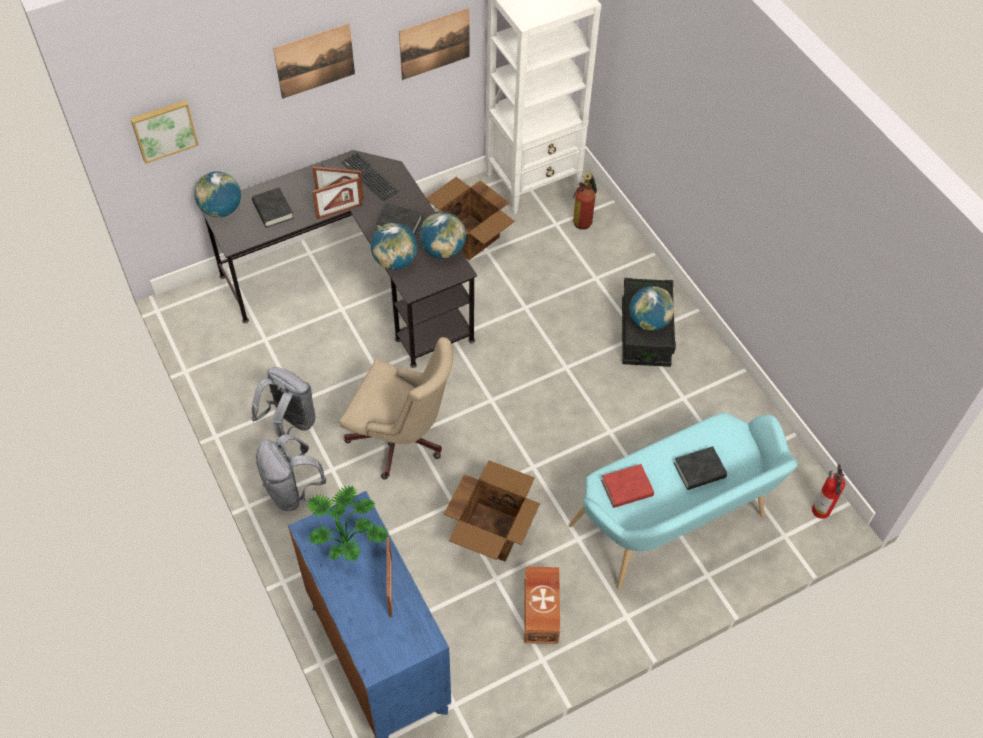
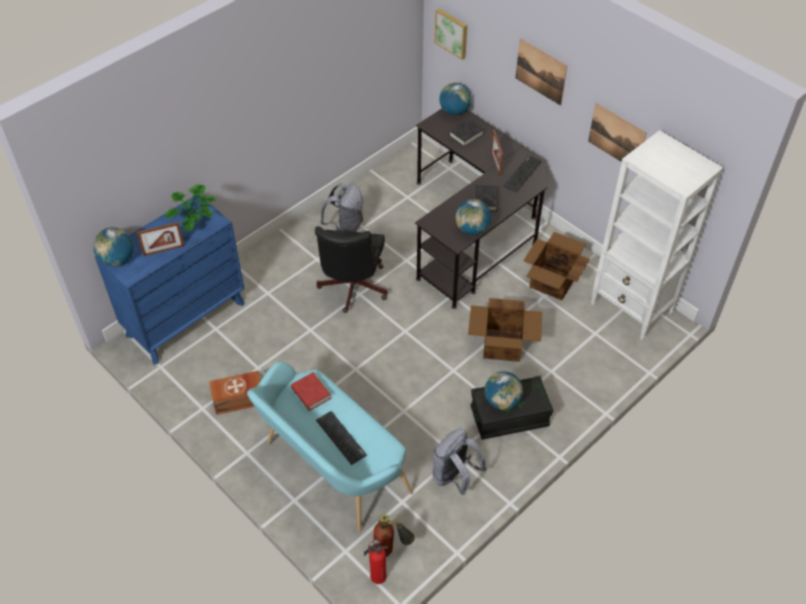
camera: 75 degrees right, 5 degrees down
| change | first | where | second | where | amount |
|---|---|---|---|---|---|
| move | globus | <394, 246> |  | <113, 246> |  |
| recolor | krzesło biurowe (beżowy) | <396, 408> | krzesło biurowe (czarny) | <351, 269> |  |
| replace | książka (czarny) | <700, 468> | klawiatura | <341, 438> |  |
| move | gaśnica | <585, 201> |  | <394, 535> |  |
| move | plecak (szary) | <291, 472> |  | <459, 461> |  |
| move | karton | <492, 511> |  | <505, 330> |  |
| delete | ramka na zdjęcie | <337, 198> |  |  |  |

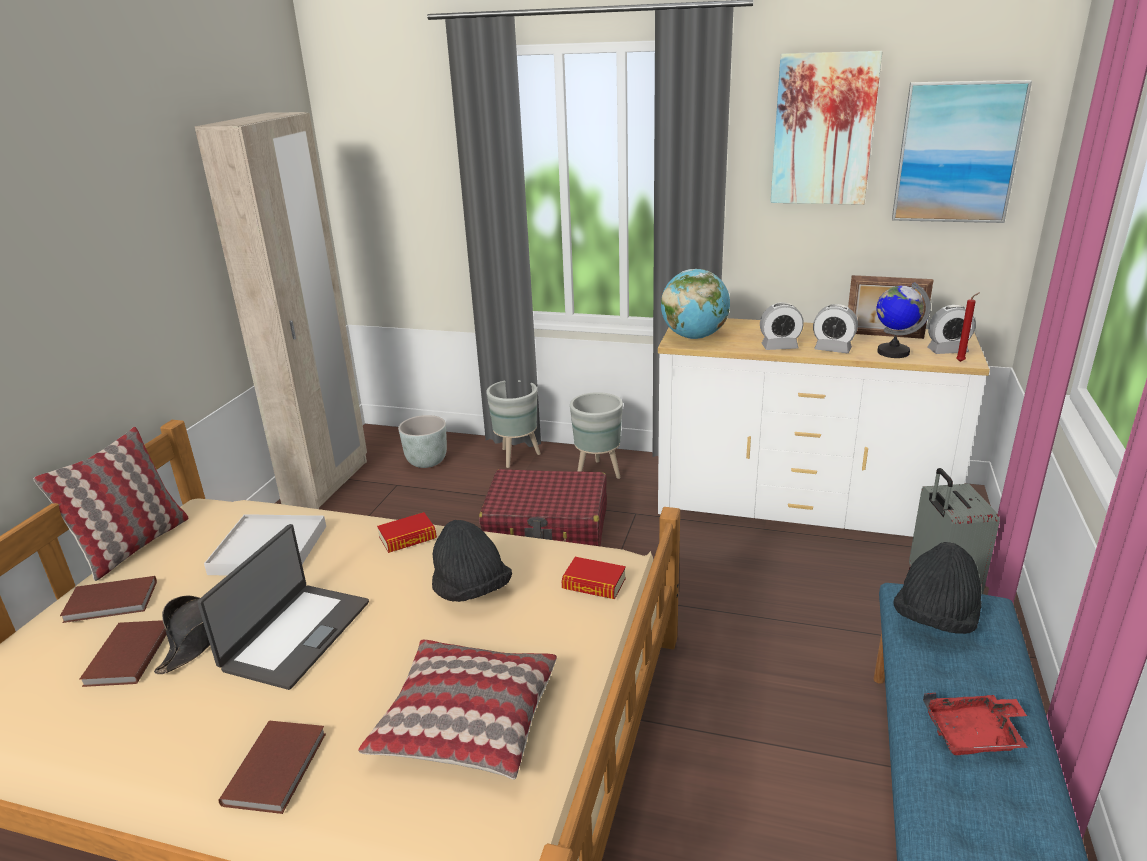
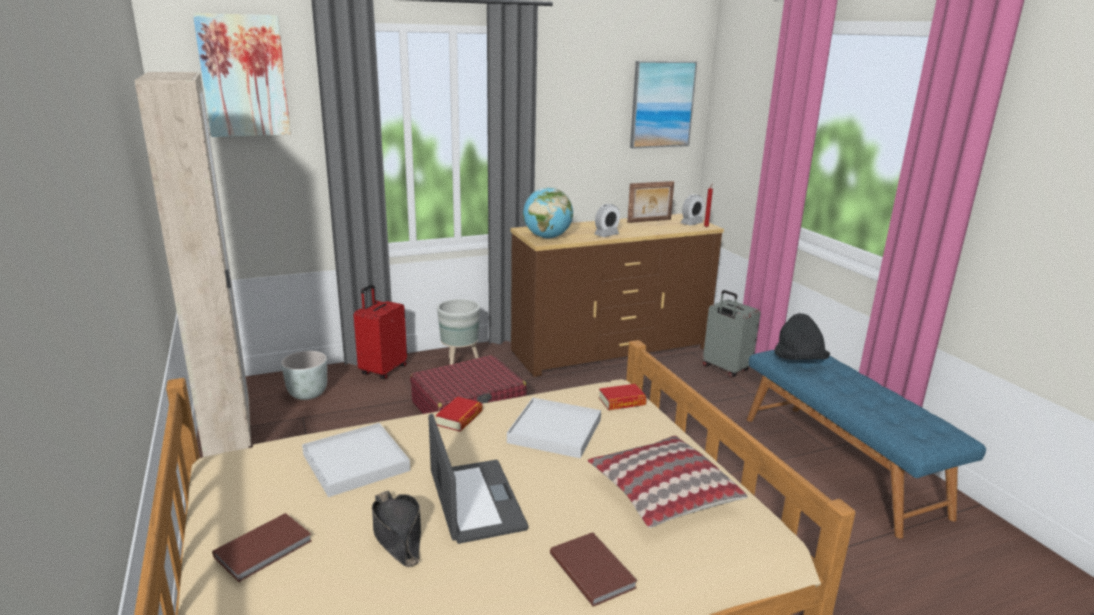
camera: 40 degrees left, 5 degrees down
| change | first | where | second | where | amount |
|---|---|---|---|---|---|
| move | obraz | <826, 128> |  | <242, 75> |  |
| replace | donica (szary) | <513, 424> | walizka (czerwony) | <380, 332> |  |
| replace | kapelusz (czarny) | <472, 561> | taca (biały) | <554, 428> |  |
| recolor | komoda (biały) | <824, 427> | komoda (brązowy) | <617, 295> |  |
| delete | poduszka | <111, 504> |  |  |  |
| delete | książka (brązowy) | <123, 653> |  |  |  |
| delete | budzik | <835, 328> |  |  |  |
| delete | globus | <904, 320> |  |  |  |
| delete | taca (czerwony) | <975, 724> |  |  |  |

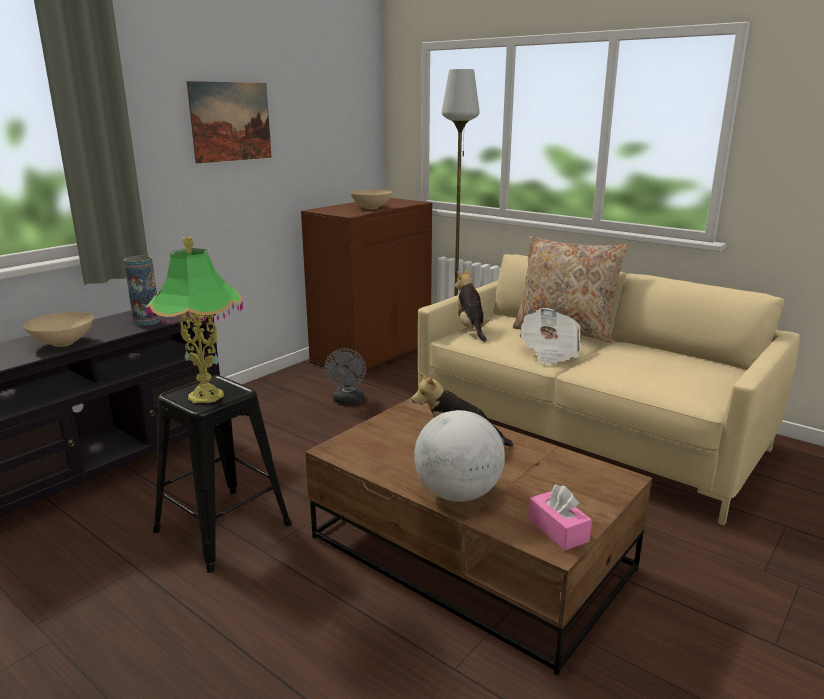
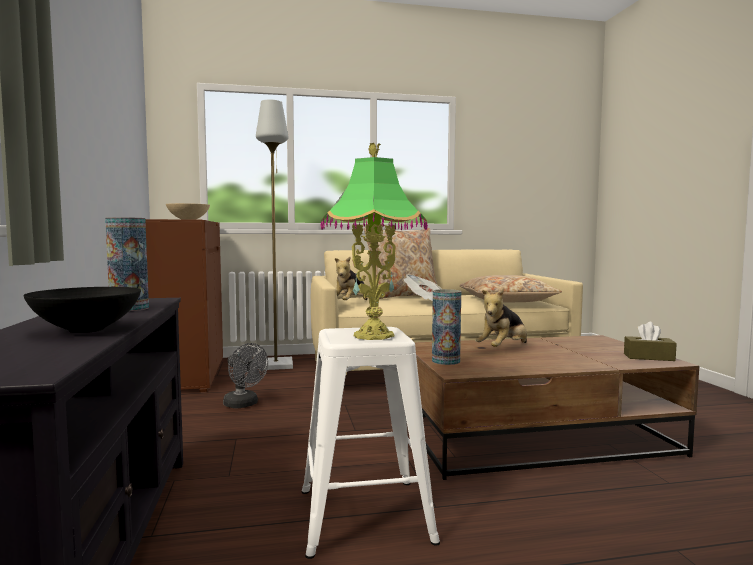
camera: 50 degrees left, 15 degrees down
| change | first | where | second | where | amount |
|---|---|---|---|---|---|
| recolor | miska (beżowy) | <58, 329> | miska (czarny) | <82, 310> |  |
| recolor | stołek (czarny) | <222, 474> | stołek (biały) | <370, 443> |  |
| rotate | pluszak | <473, 305> |  | <351, 278> | 90 degrees counterclockwise |
| insert |  |  | wazon | <446, 327> |  |
| insert |  |  | poduszka (beżowy) | <510, 288> |  |
| recolor | pudełko chusteczek (różowy) | <560, 517> | pudełko chusteczek (brązowy) | <650, 341> |  |
| delete | obraz | <229, 122> |  |  |  |
| delete | globus | <459, 456> |  |  |  |

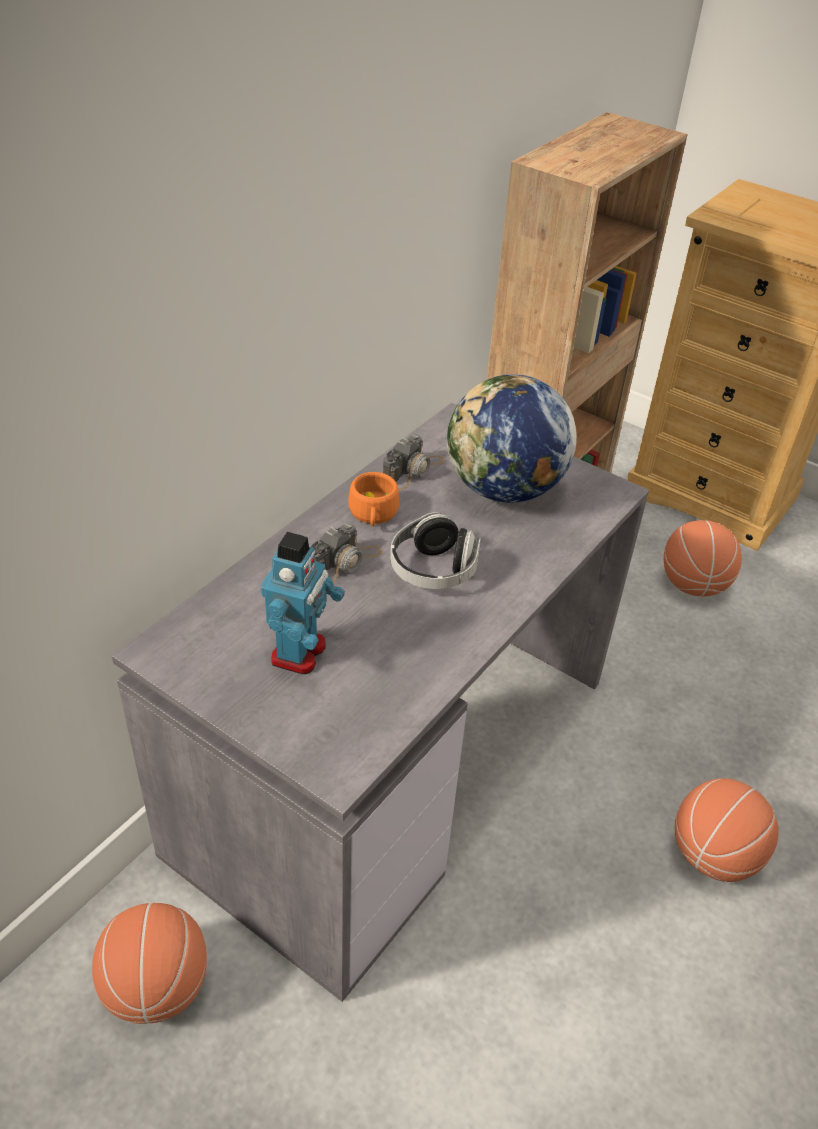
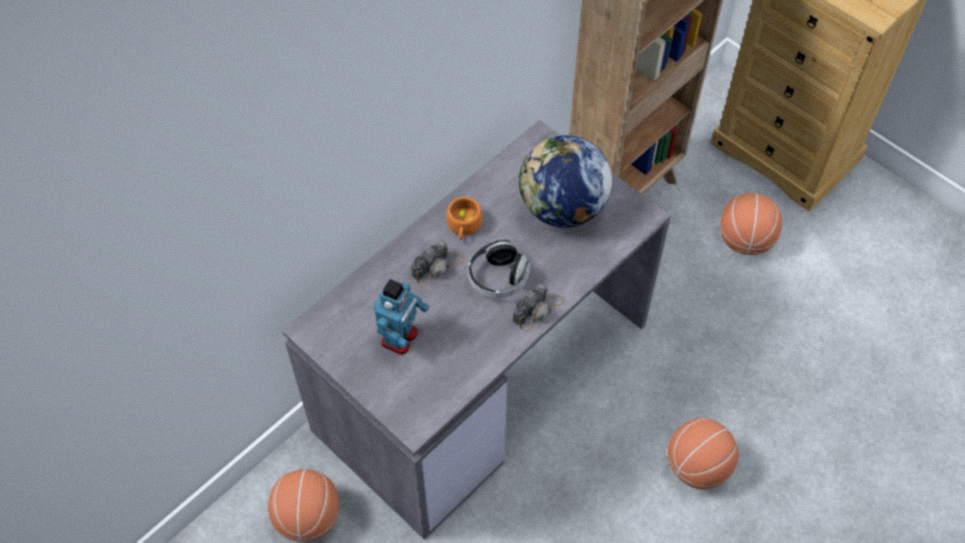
camera: 10 degrees right, 15 degrees up
| change | first | where | second | where | amount |
|---|---|---|---|---|---|
| move | aparat fotograficzny | <414, 462> |  | <539, 307> |  |

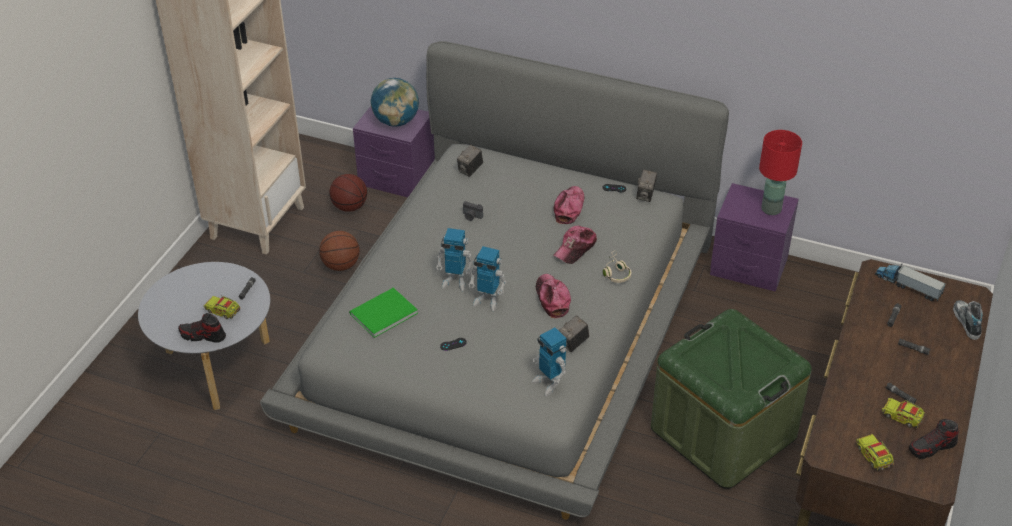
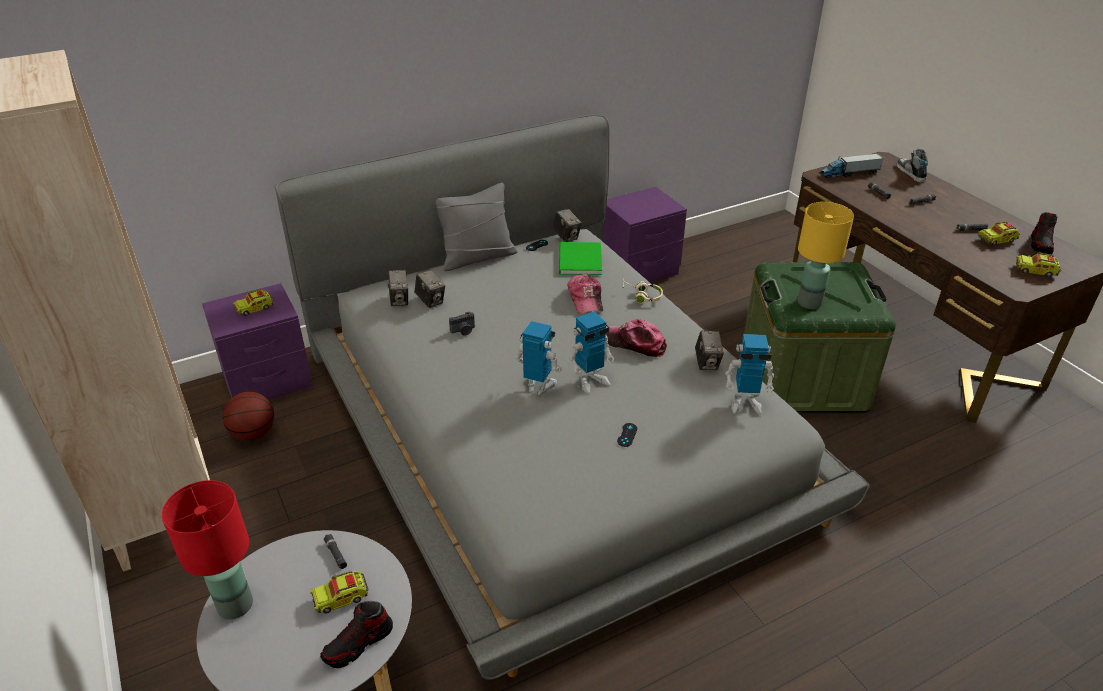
camera: 50 degrees left, 5 degrees down
| change | first | where | second | where | amount |
|---|---|---|---|---|---|
| move | lampa stołowa (czerwony) | <780, 172> |  | <207, 549> |  |
| replace | globus | <394, 102> | ciężarówka zabawkowa | <253, 302> |  |
| insert |  |  | aparat fotograficzny | <430, 289> |  |
| insert |  |  | poduszka (szary) | <476, 227> |  |
| rotate | robot zabawkowy | <455, 259> |  | <539, 358> | 120 degrees counterclockwise |
| move | książka (zielony) | <383, 313> |  | <580, 258> |  |
| insert |  |  | lampa stołowa (żółty) | <826, 255> |  |
| rotate | but | <968, 320> |  | <912, 166> | 45 degrees clockwise |
| delete | piłka do koszykówki | <339, 251> |  |  |  |
| delete | czapka z daszkiem | <569, 205> |  |  |  |

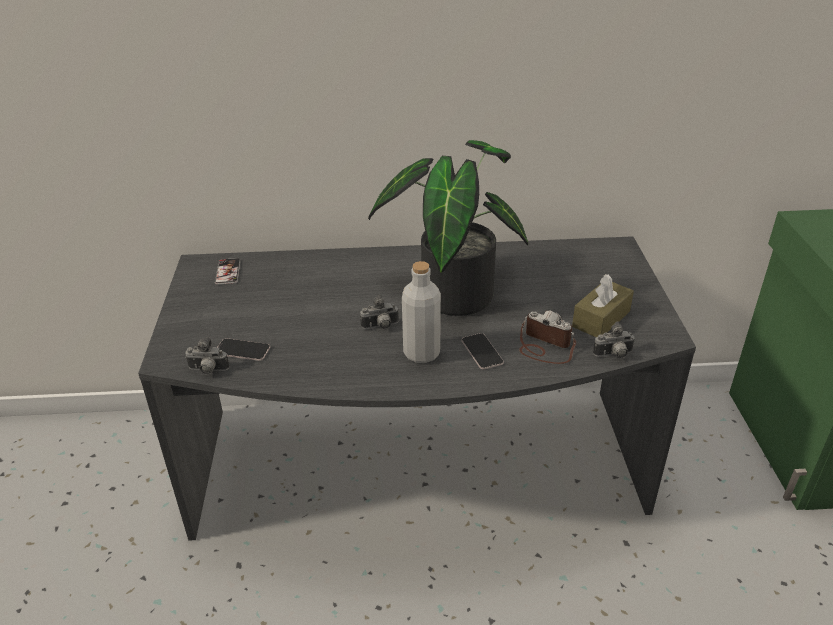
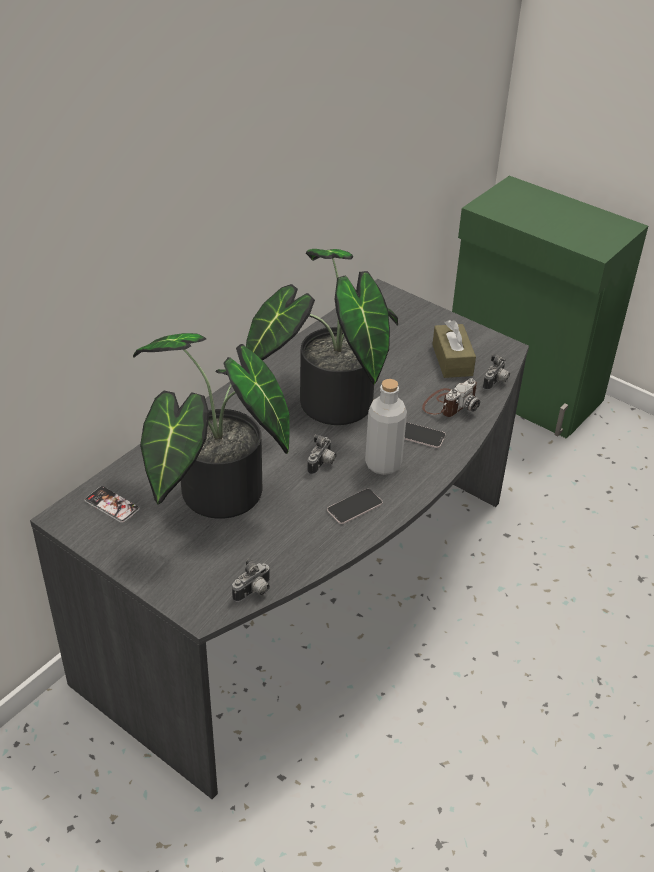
camera: 50 degrees left, 5 degrees up
| change | first | where | second | where | amount |
|---|---|---|---|---|---|
| insert |  |  | roślina doniczkowa | <211, 426> |  |
| move | telefon | <243, 349> |  | <355, 506> |  |
| rotate | aparat fotograficzny | <547, 337> |  | <451, 397> | 150 degrees clockwise |

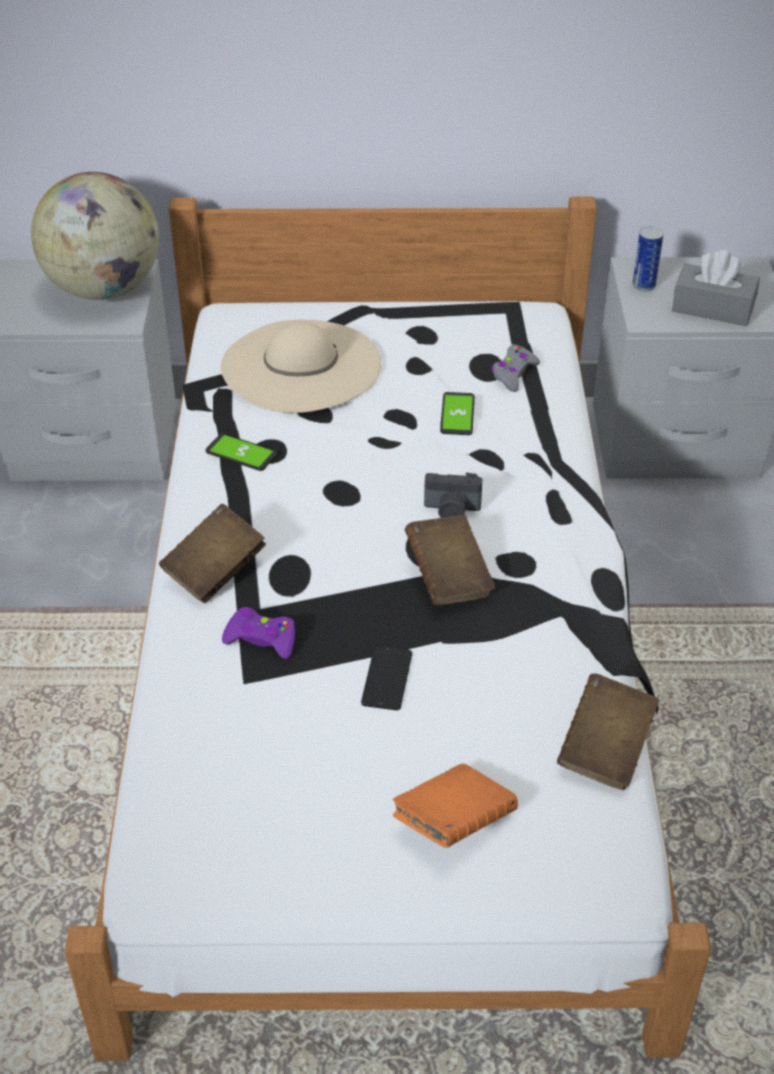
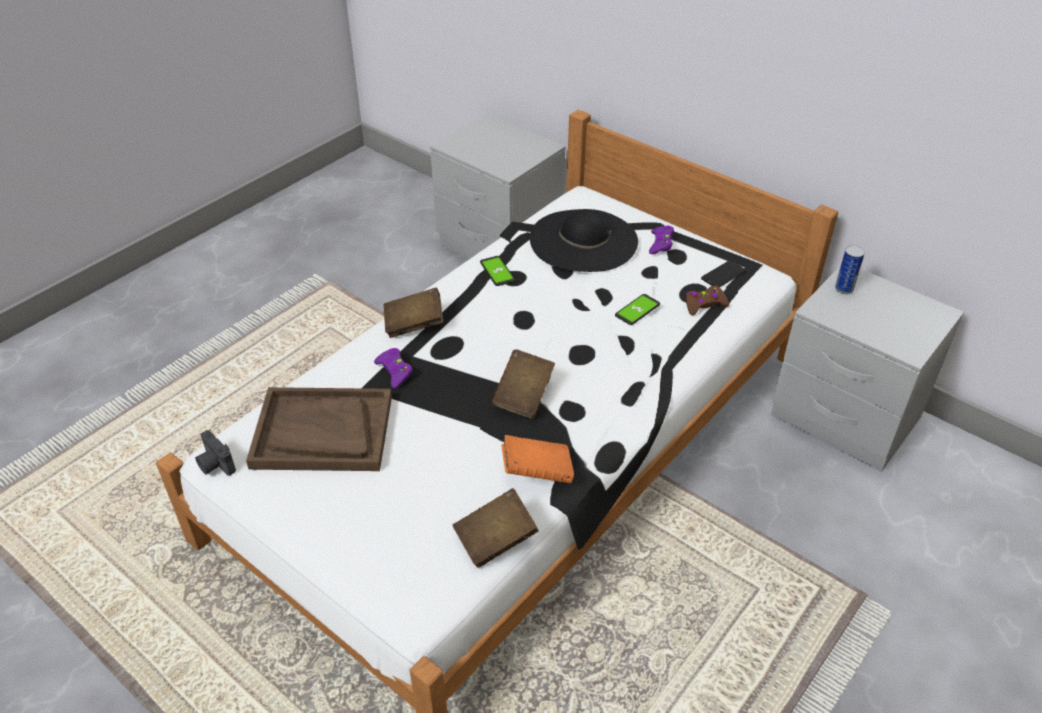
camera: 40 degrees right, 0 degrees up
| change | first | where | second | where | amount |
|---|---|---|---|---|---|
| move | aparat fotograficzny | <453, 495> |  | <215, 453> |  |
| insert |  |  | taca (brązowy) | <319, 429> |  |
| move | książka (pomarańczowy) | <455, 806> |  | <537, 459> |  |
| recolor | kapelusz (beżowy) | <301, 366> | kapelusz (czarny) | <584, 240> |  |
| insert |  |  | pad do gier (fioletowy) | <661, 239> |  |
| recolor | pad do gier (szary) | <515, 368> | pad do gier (brązowy) | <707, 300> |  |
| move | telefon | <386, 678> |  | <723, 274> |  |
| delete | globus | <95, 236> |  |  |  |
| delete | pudełko chusteczek (szary) | <716, 288> |  |  |  |

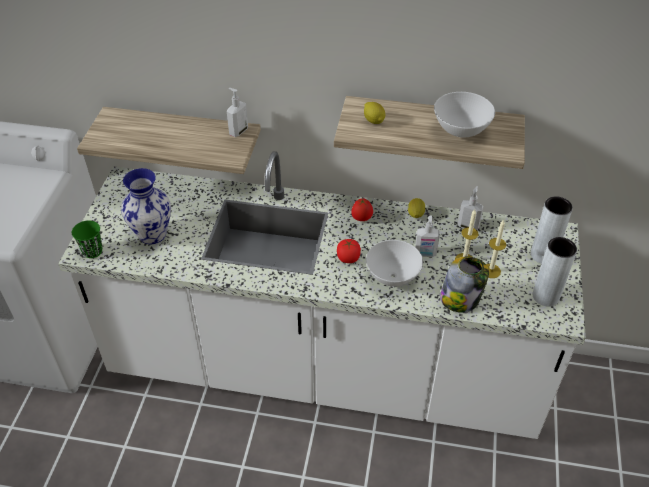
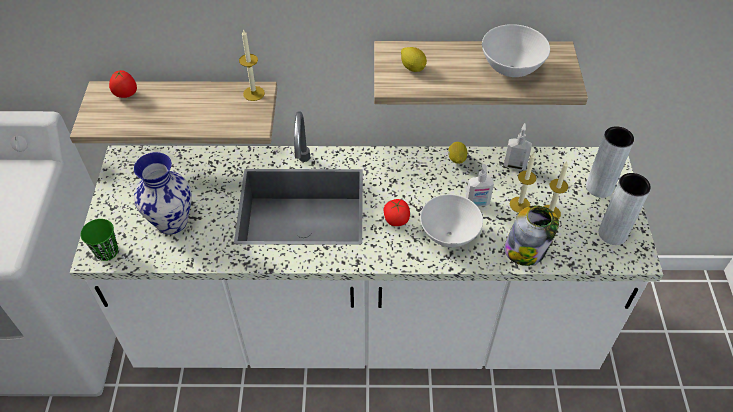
camera: 10 degrees left, 5 degrees up
| change | first | where | second | where | amount |
|---|---|---|---|---|---|
| move | pomidor | <362, 209> |  | <123, 84> |  |
| replace | dozownik mydła | <237, 112> | świeca | <252, 65> |  |

